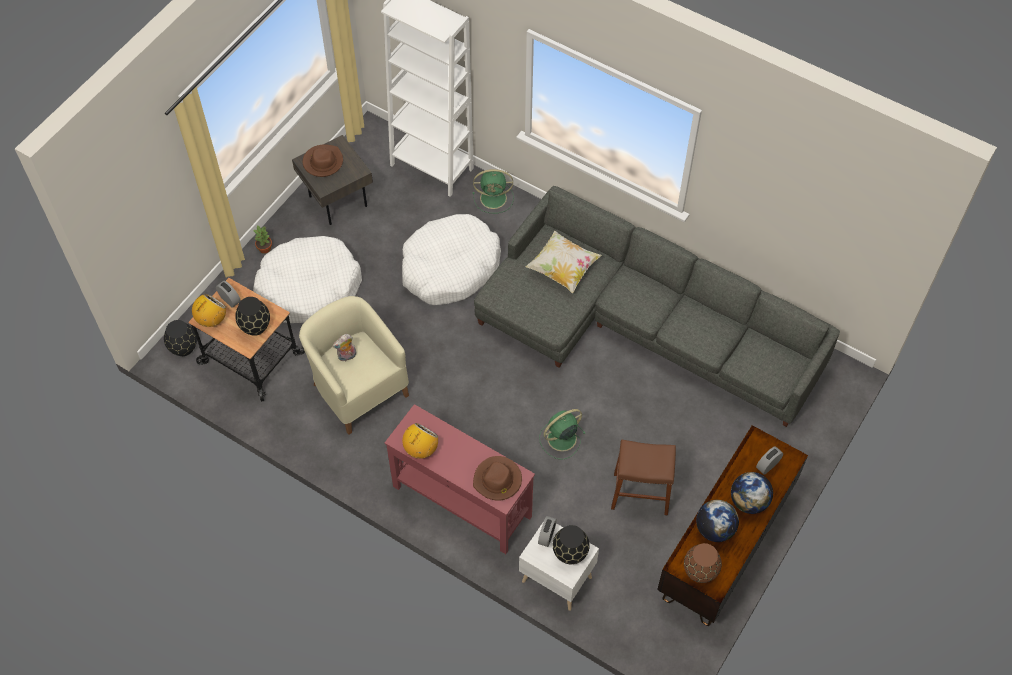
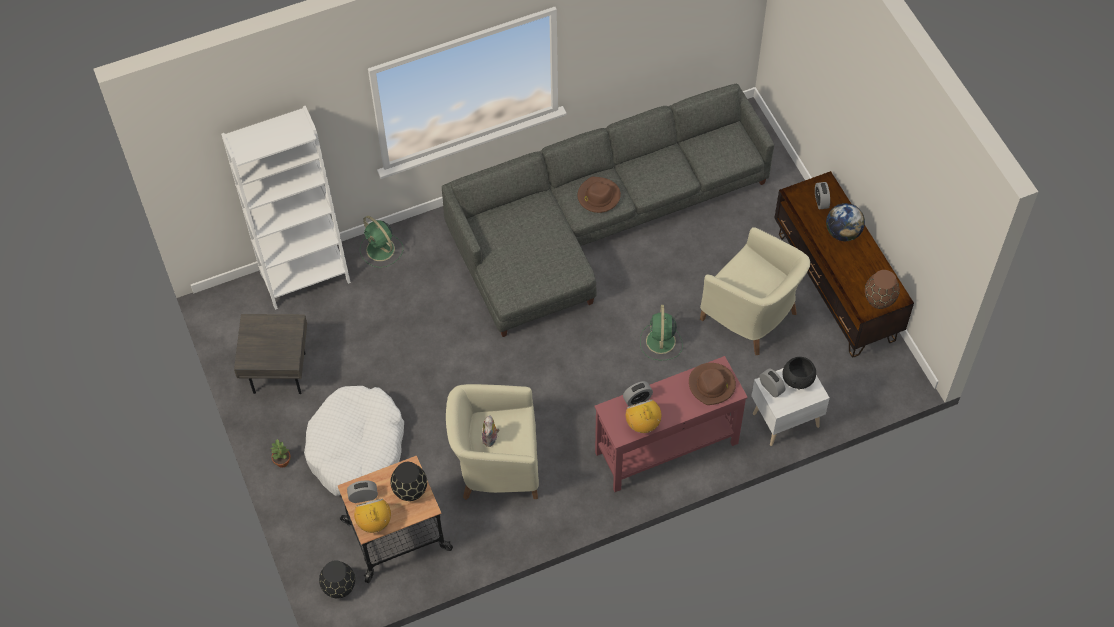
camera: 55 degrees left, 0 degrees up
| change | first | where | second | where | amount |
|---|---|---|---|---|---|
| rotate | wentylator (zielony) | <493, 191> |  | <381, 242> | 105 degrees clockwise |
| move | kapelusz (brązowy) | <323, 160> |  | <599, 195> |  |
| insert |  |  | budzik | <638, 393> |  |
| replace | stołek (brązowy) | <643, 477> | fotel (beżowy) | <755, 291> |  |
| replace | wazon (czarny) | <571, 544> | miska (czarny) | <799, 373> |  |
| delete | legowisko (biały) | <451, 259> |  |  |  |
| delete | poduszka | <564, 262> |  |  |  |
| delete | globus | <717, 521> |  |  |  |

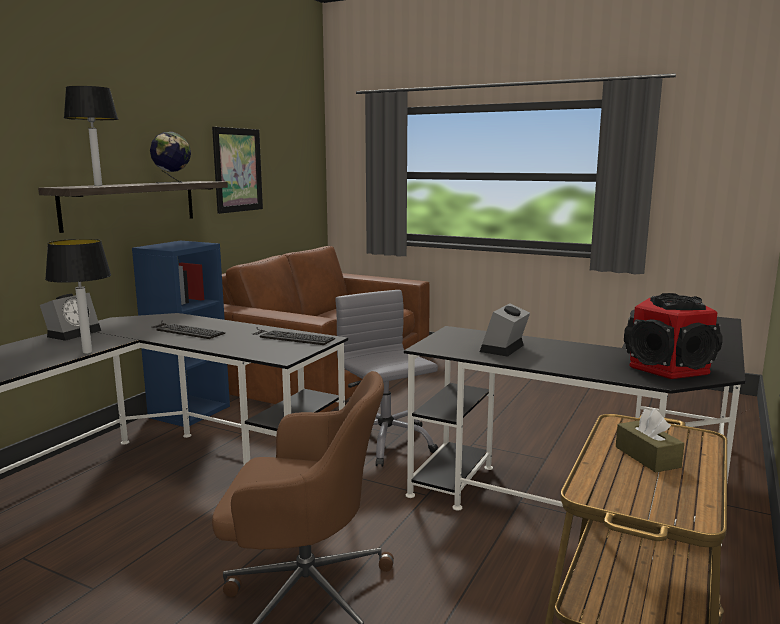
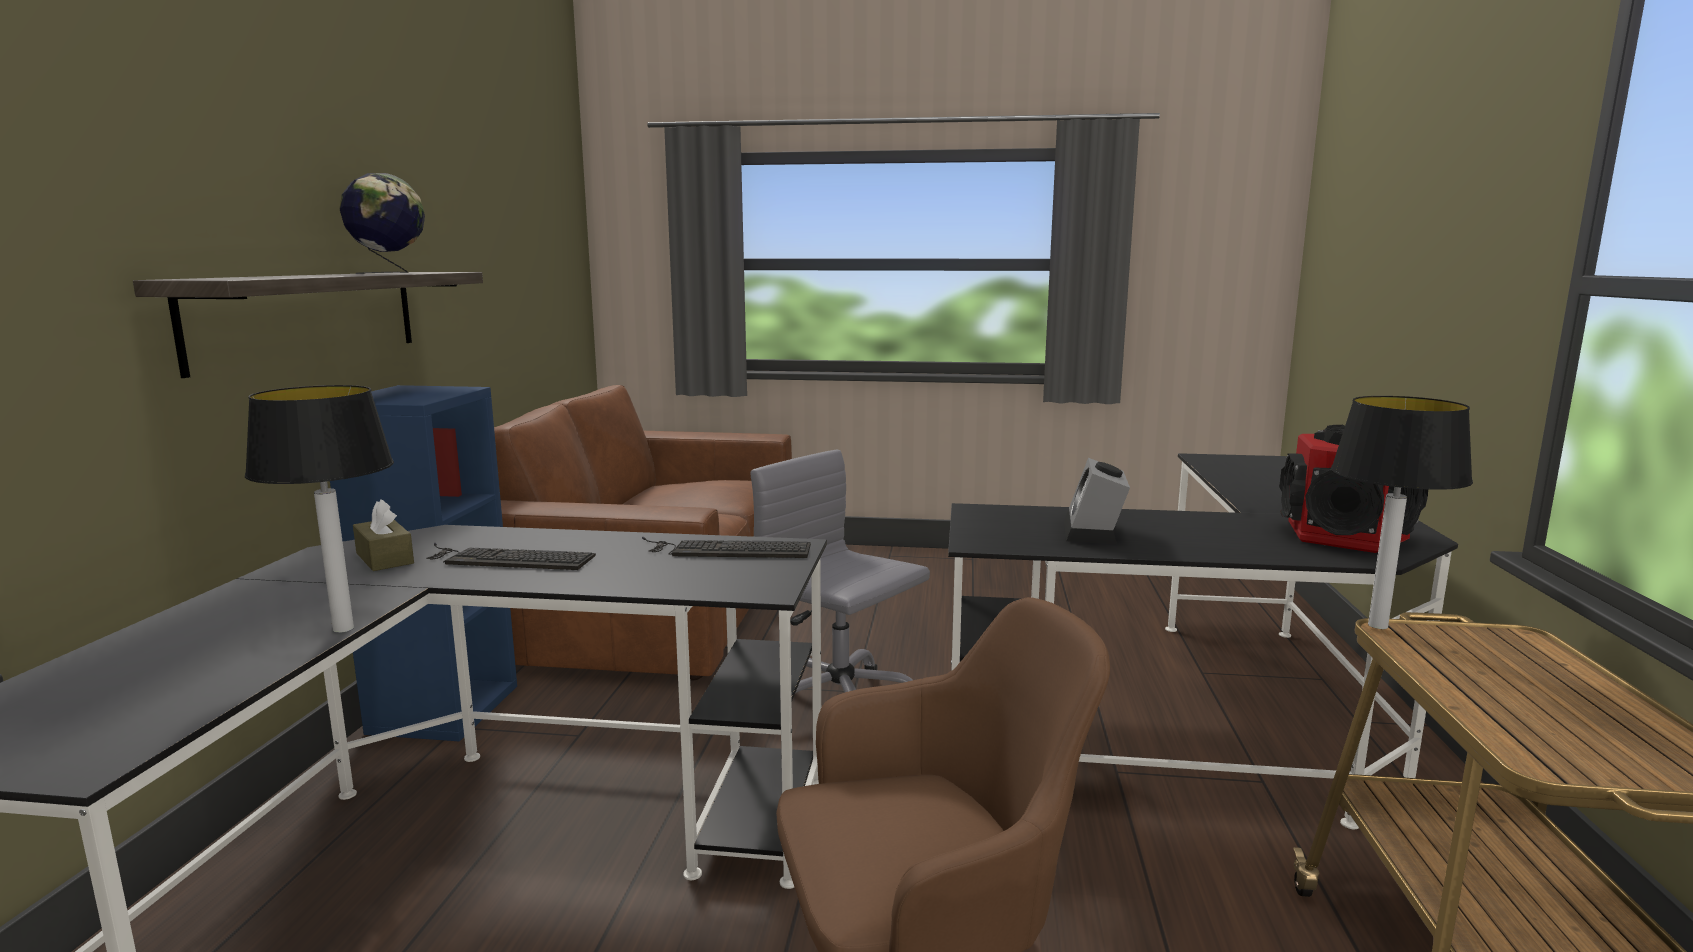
camera: 20 degrees left, 0 degrees up
| change | first | where | second | where | amount |
|---|---|---|---|---|---|
| move | pudełko chusteczek (brązowy) | <650, 441> |  | <383, 535> |  |
| move | lampa stołowa | <91, 136> |  | <1402, 512> |  |
| delete | budzik | <70, 317> |  |  |  |
| delete | obraz | <237, 170> |  |  |  |

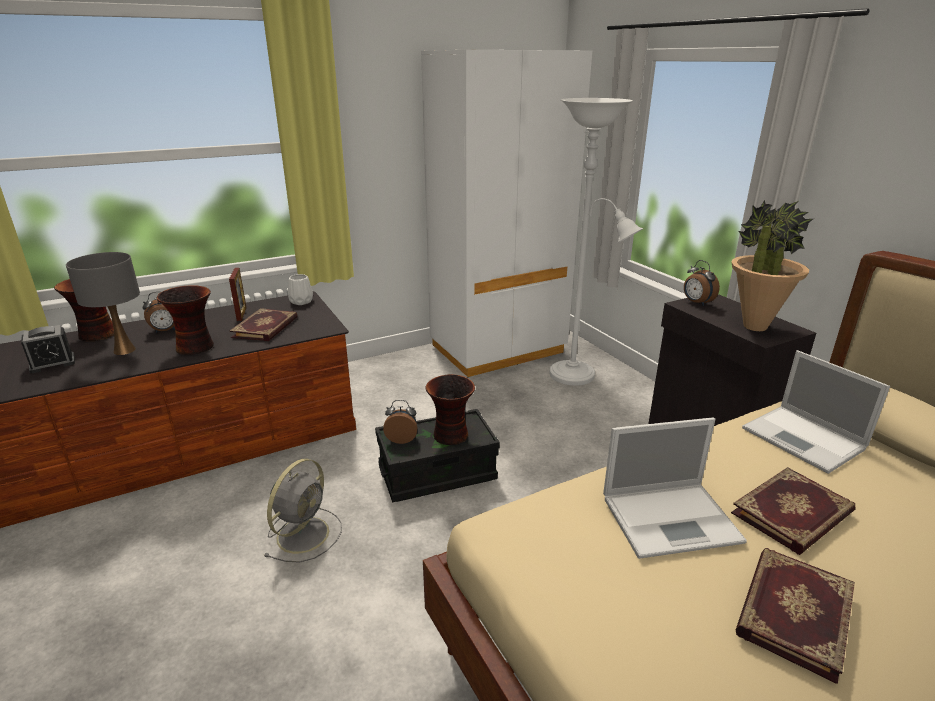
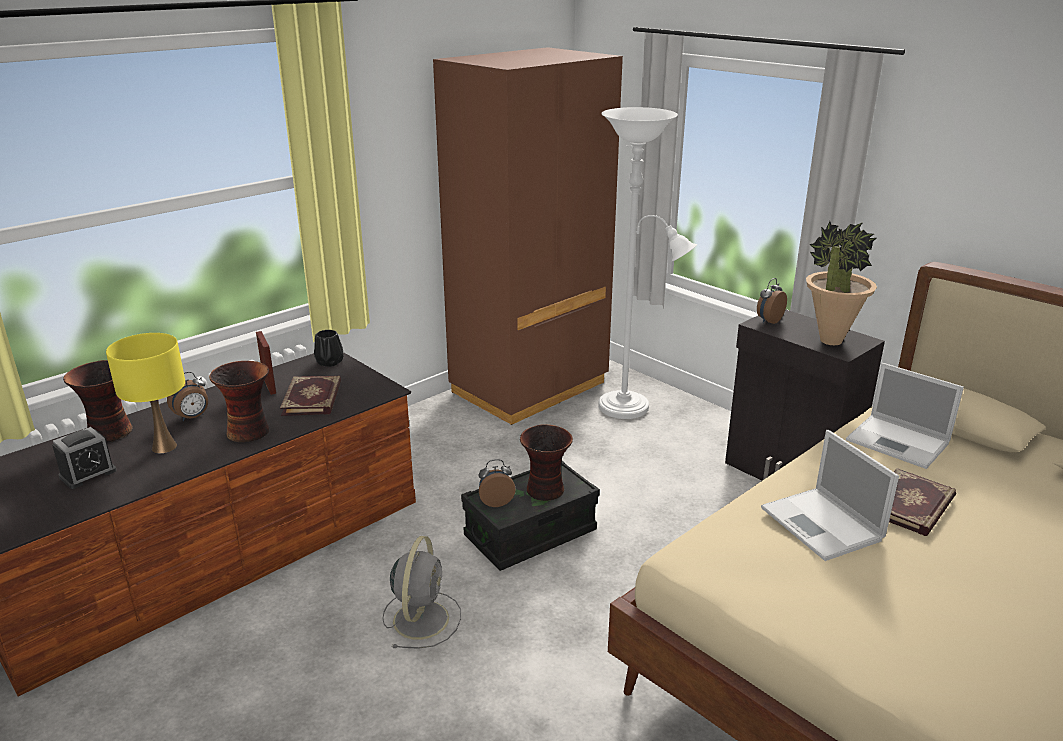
camera: 15 degrees left, 0 degrees up
| change | first | where | second | where | amount |
|---|---|---|---|---|---|
| recolor | lampa stołowa (szary) | <103, 303> | lampa stołowa (żółty) | <145, 393> |  |
| recolor | wazon (biały) | <300, 289> | wazon (czarny) | <328, 348> |  |
| recolor | szafa (biały) | <506, 213> | szafa (brązowy) | <528, 236> |  |
| rotate | budzik | <702, 283> |  | <772, 301> | 90 degrees clockwise |
| rotate | laptop | <675, 488> |  | <830, 495> | 90 degrees clockwise |
| delete | książka | <795, 616> |  |  |  |

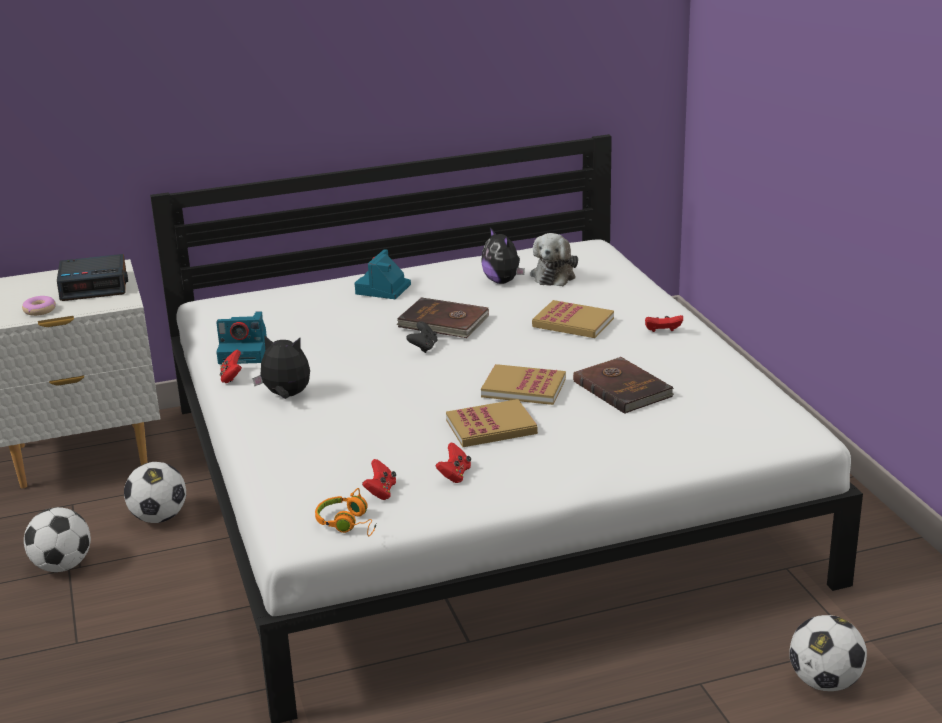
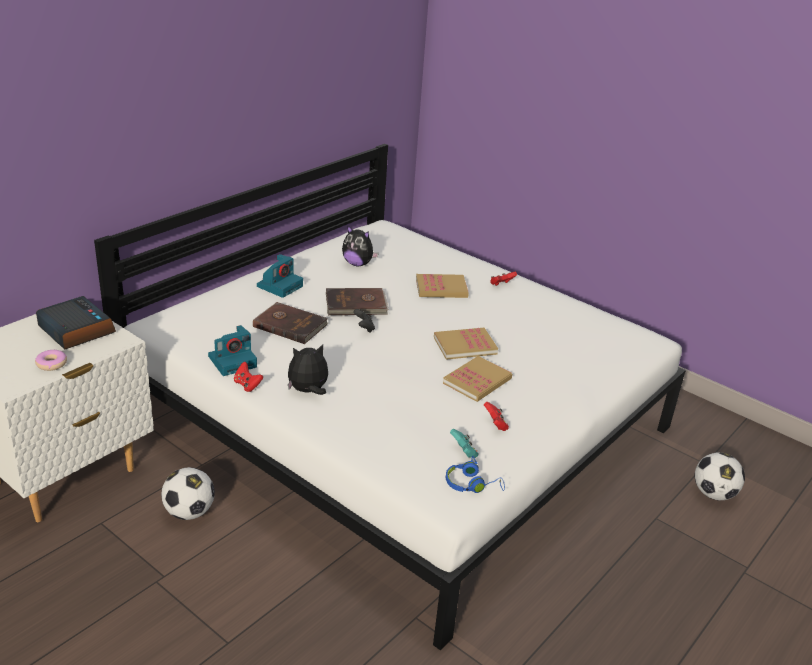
camera: 35 degrees left, 5 degrees up
| change | first | where | second | where | amount |
|---|---|---|---|---|---|
| rotate | budzik | <92, 277> |  | <76, 322> | 90 degrees counterclockwise |
| move | książka (brązowy) | <623, 385> |  | <290, 323> |  |
| rotate | aparat fotograficzny | <383, 274> |  | <280, 276> | 135 degrees counterclockwise |
| recolor | słuchawki (pomarańczowy) | <346, 512> | słuchawki (niebieski) | <475, 474> |  |
| recolor | pad do gier (czerwony) | <379, 479> | pad do gier (turkusowy) | <464, 443> |  |
| delete | piłka futbolowa | <57, 539> |  |  |  |
| delete | pluszak | <554, 259> |  |  |  |

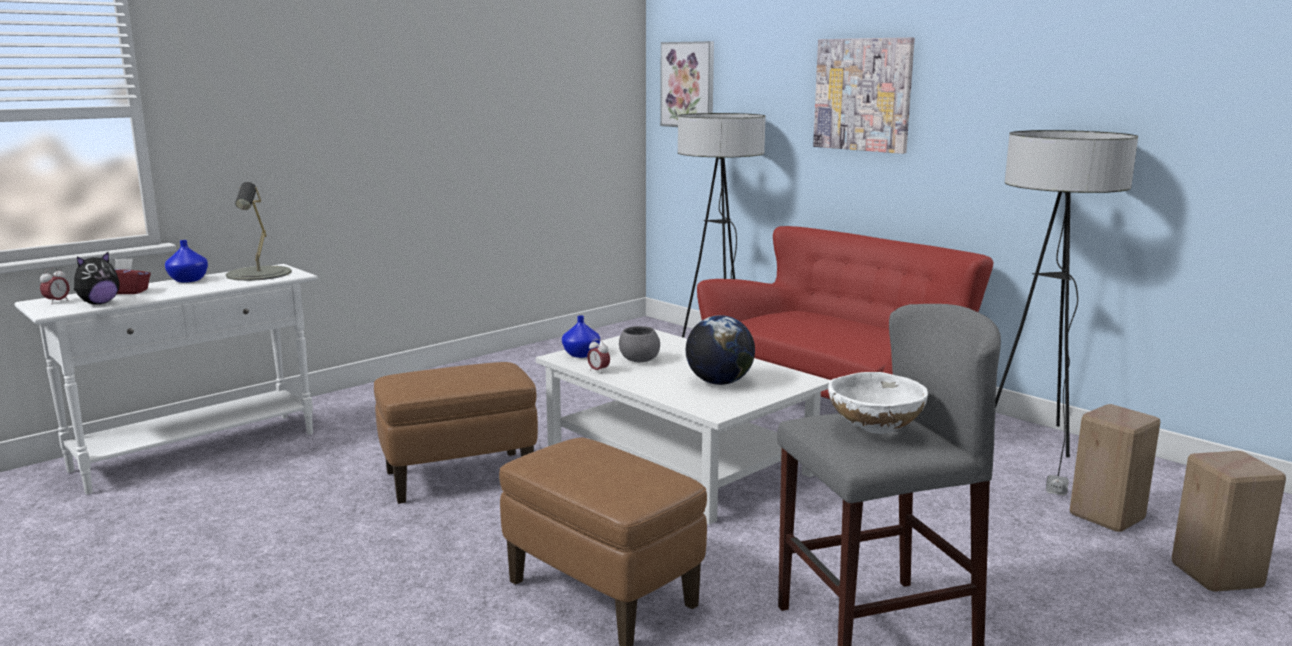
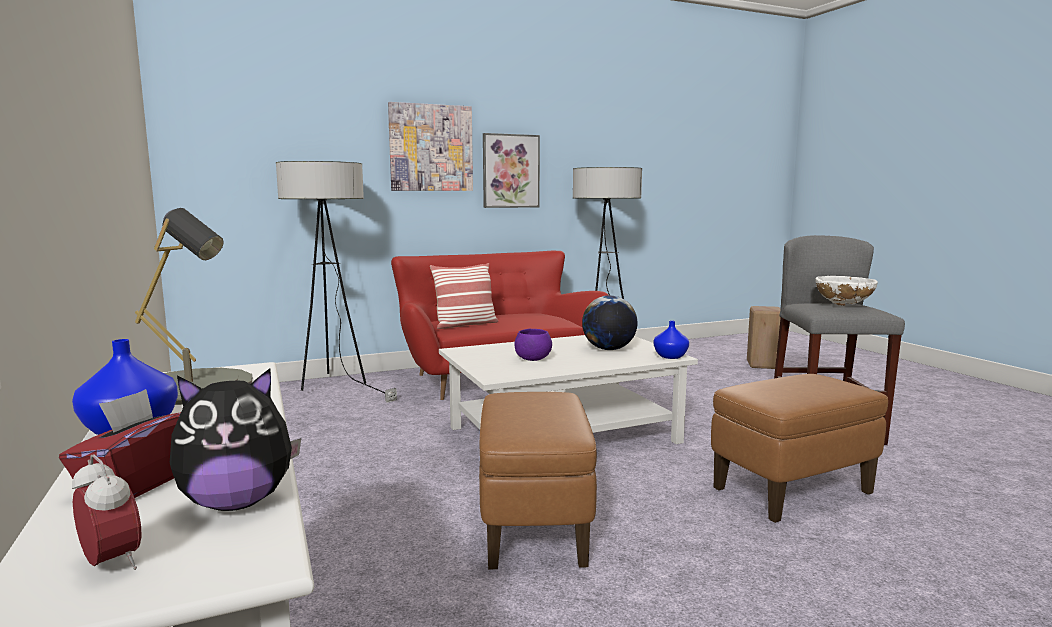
camera: 70 degrees left, 5 degrees down
| change | first | where | second | where | amount |
|---|---|---|---|---|---|
| rotate | pluszak | <97, 277> |  | <235, 439> | 105 degrees clockwise |
| insert |  |  | poduszka | <464, 296> |  |
| move | obraz | <687, 84> |  | <511, 170> |  |
| recolor | miska (szary) | <639, 344> | miska (fioletowy) | <533, 345> |  |
| move | wazon (niebieski) | <581, 336> |  | <671, 340> |  |
| delete | budzik | <598, 356> |  |  |  |
| delete | stołek (beżowy) | <1115, 468> |  |  |  |

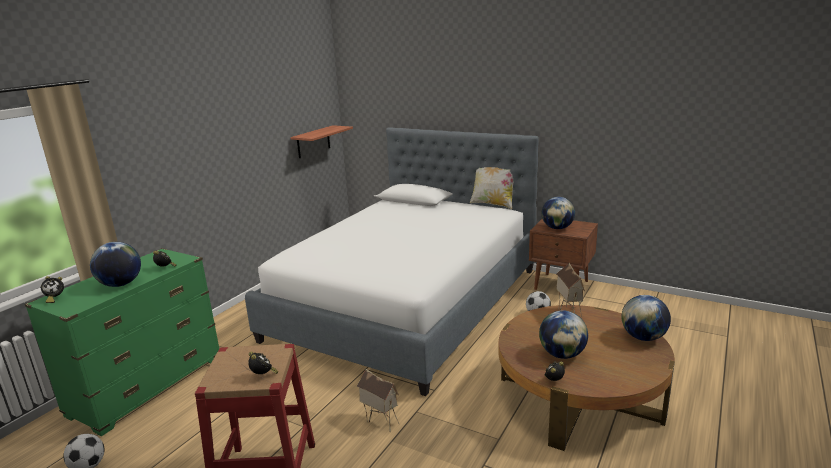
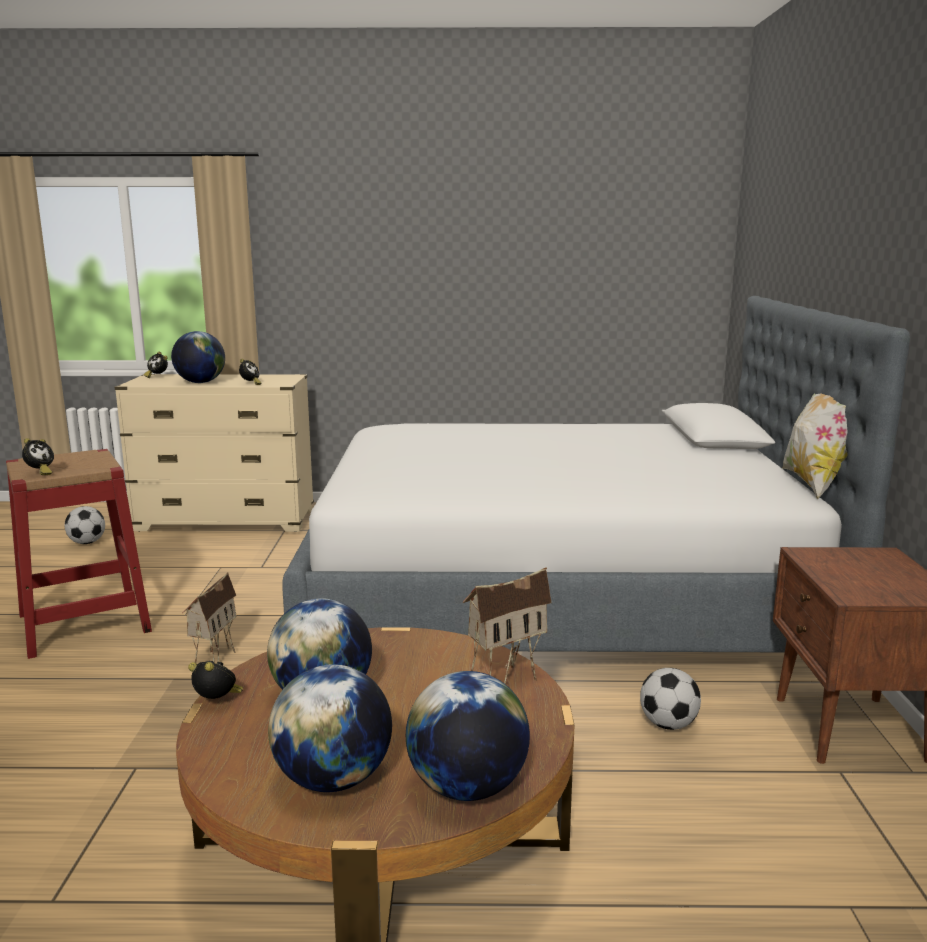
camera: 60 degrees right, 5 degrees down
| change | first | where | second | where | amount |
|---|---|---|---|---|---|
| recolor | komoda (zielony) | <122, 342> | komoda (beżowy) | <214, 453> |  |
| move | globus | <558, 213> |  | <330, 728> |  |
| delete | półka | <322, 141> |  |  |  |

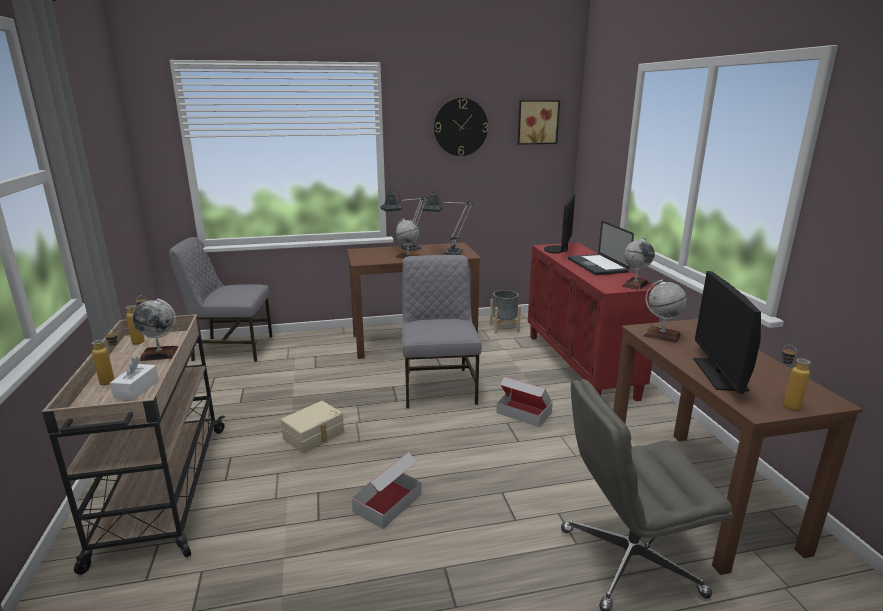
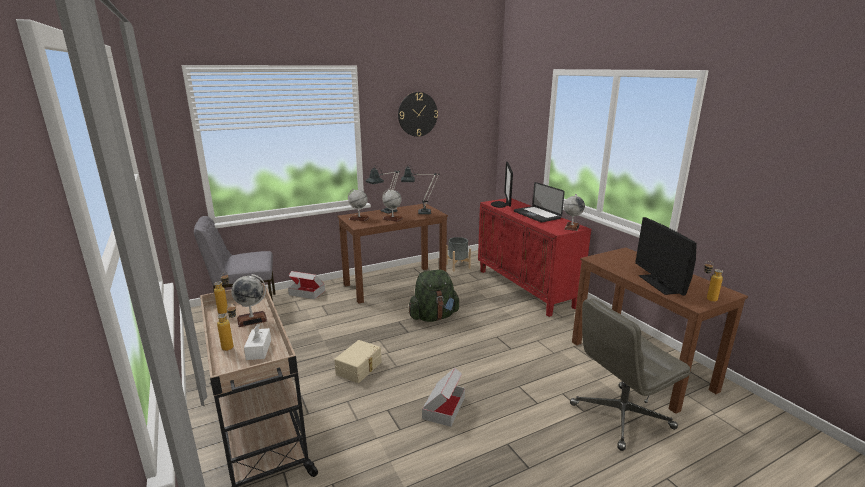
camera: 15 degrees left, 0 degrees up
| change | first | where | second | where | amount |
|---|---|---|---|---|---|
| move | karton | <524, 401> |  | <306, 285> |  |
| move | globus | <665, 311> |  | <358, 205> |  |
| replace | krzesło (szary) | <442, 331> | plecak (zielony) | <433, 295> |  |
| delete | obraz | <539, 122> |  |  |  |

